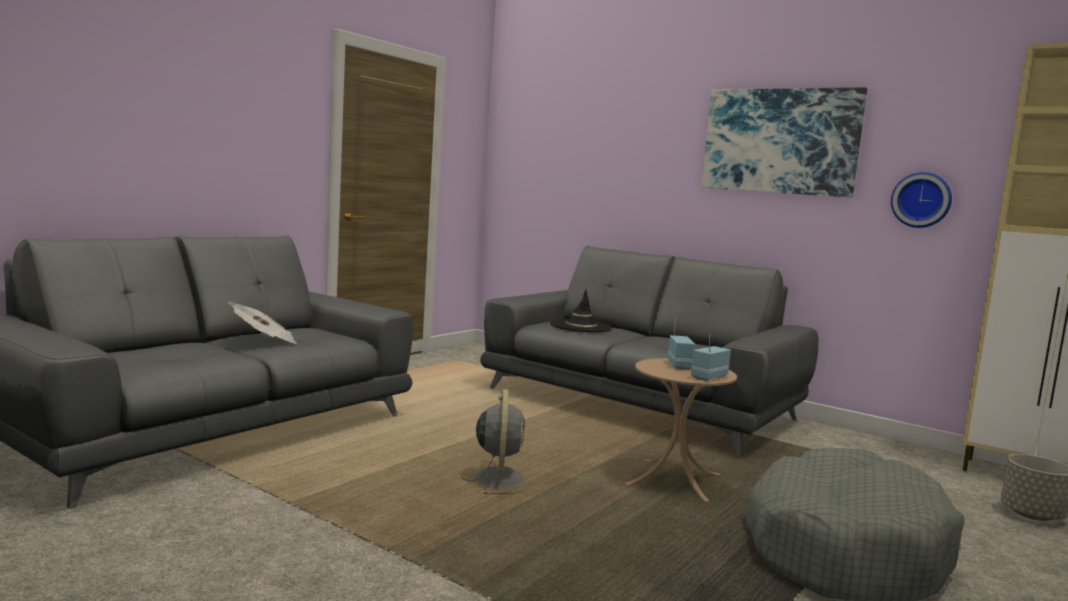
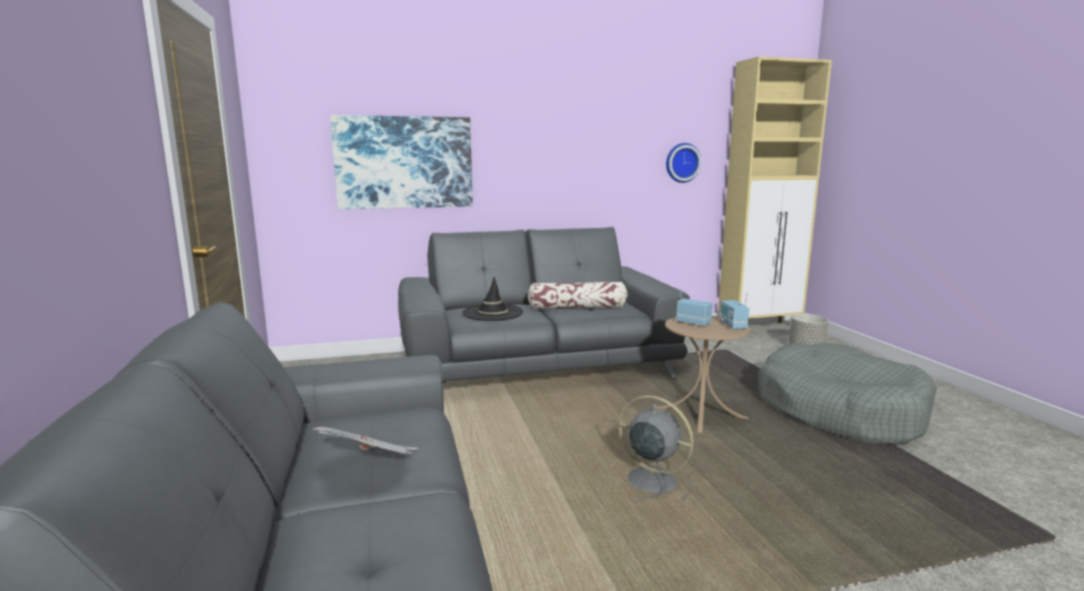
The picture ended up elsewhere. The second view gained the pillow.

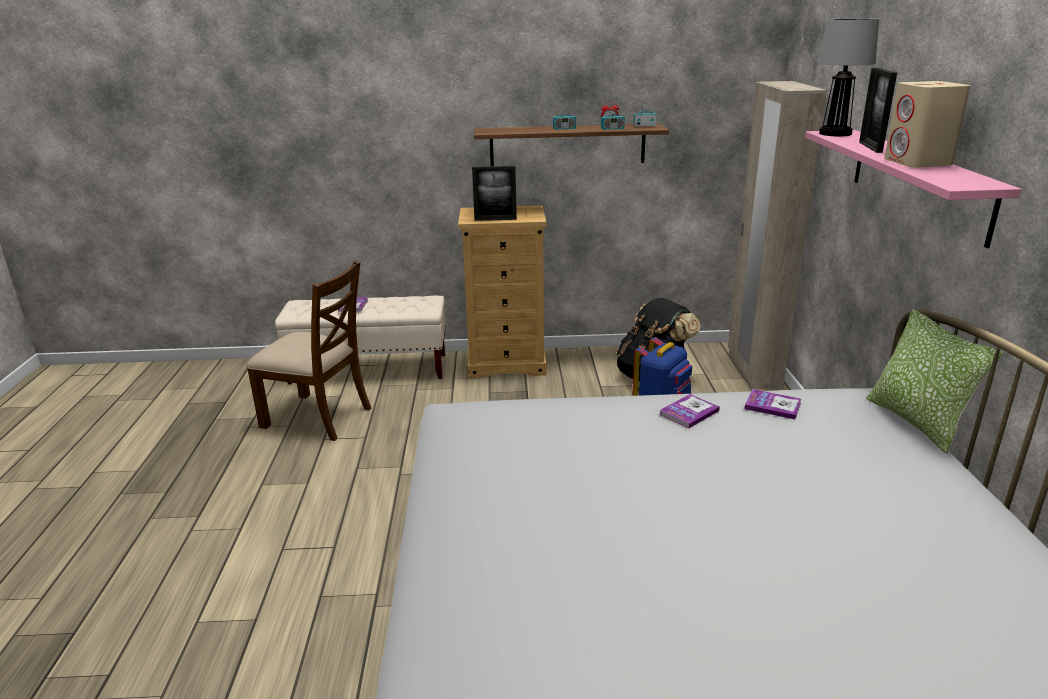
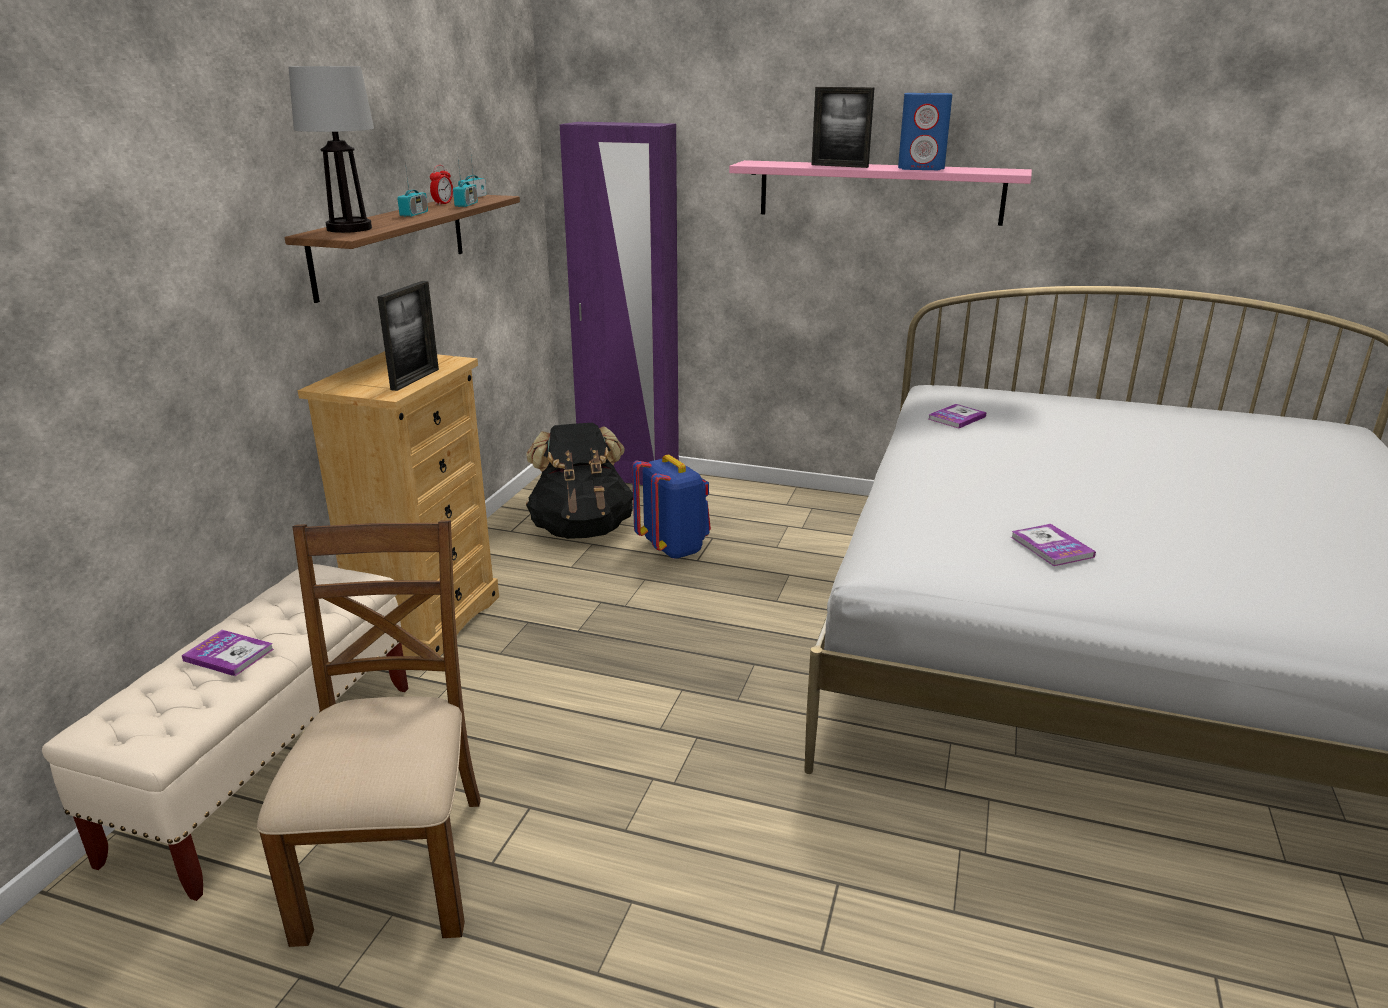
The table_lamp ended up elsewhere. What was the beige_wardrobe turned into the purple_wardrobe. What was the beige_speaker turned into the blue_speaker. The brown_chair ended up facing another way, 45 degrees counterclockwise from before. The second view lost the pillow. The book (2nd from left in the first image) ended up elsewhere.

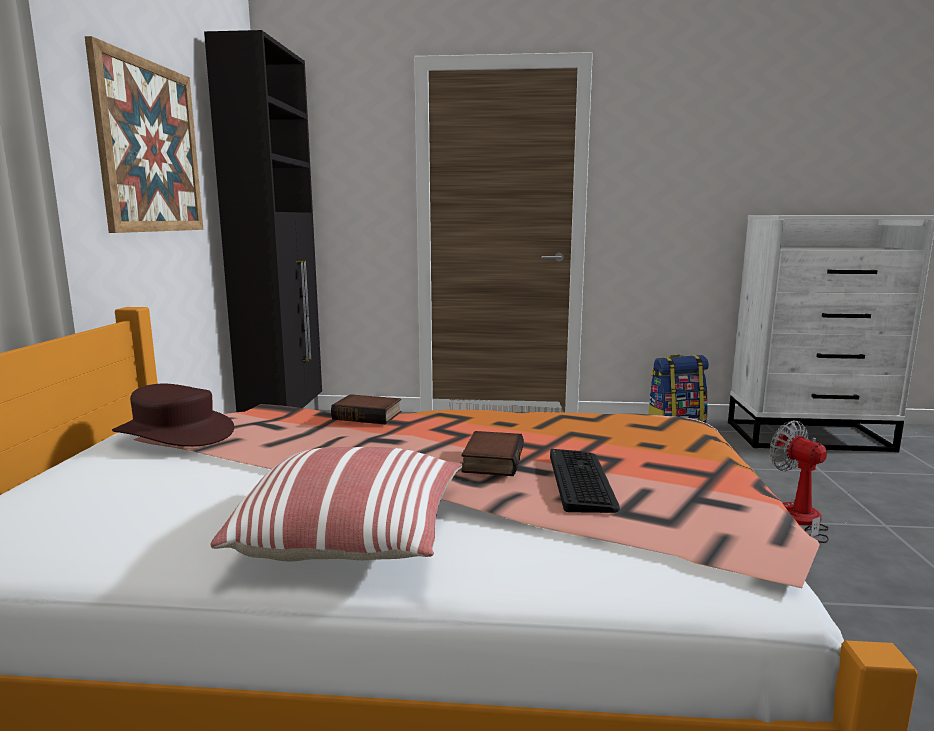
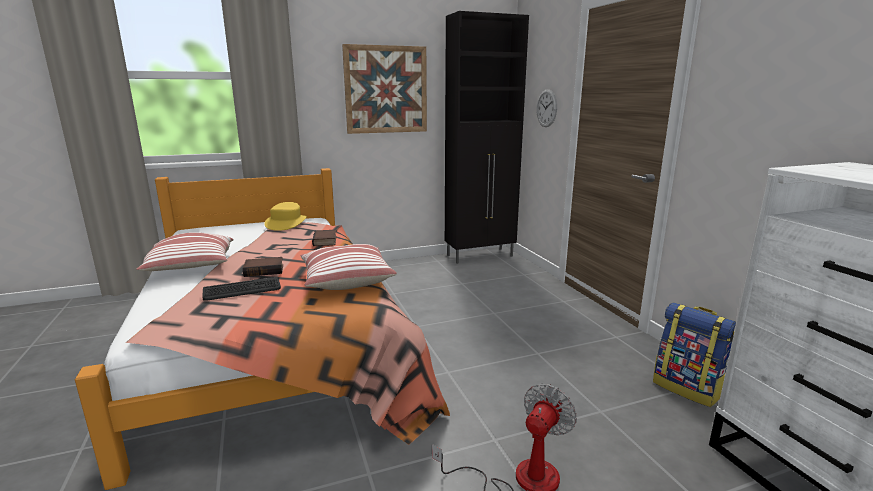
What was the brown_hat turned into the yellow_hat. The second view gained the wall_clock. The second view gained the pillow (2nd from left).

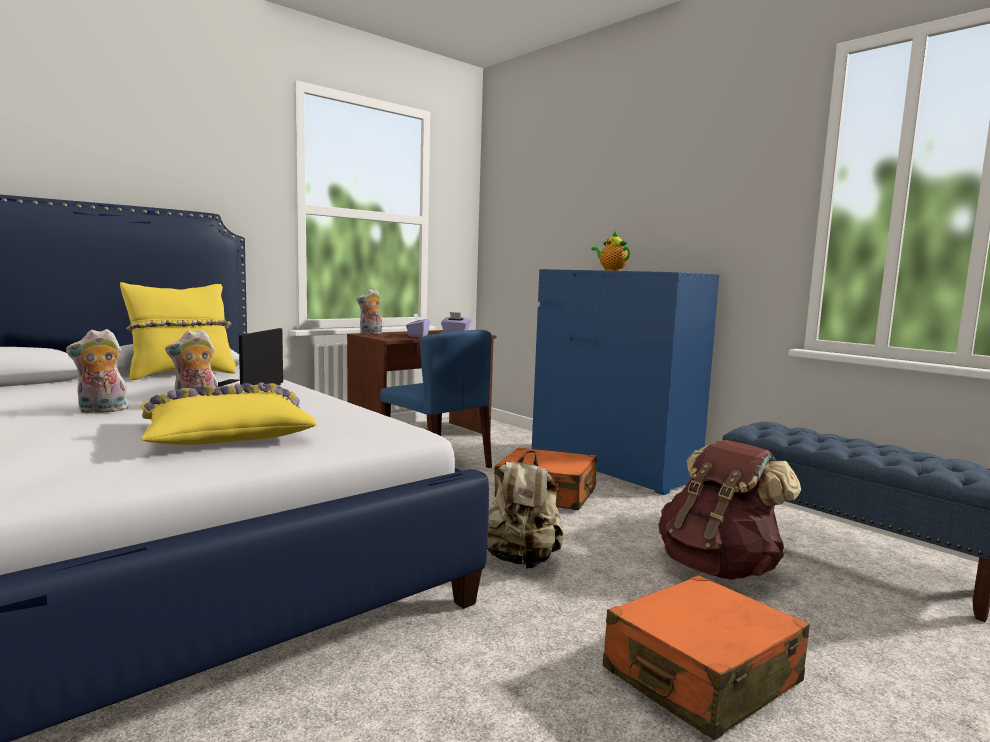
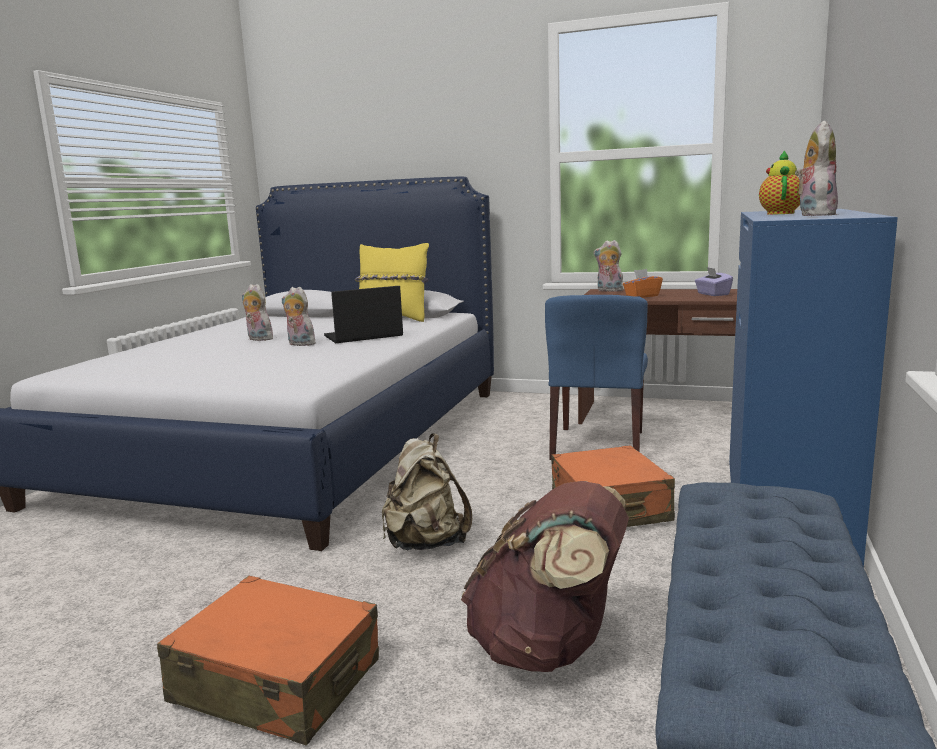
What was the purple_tissue_box (1st from left) turned into the orange_tissue_box. The second view lost the yellow_pillow (2nd from left). The second view gained the plush_toy (4th from left).

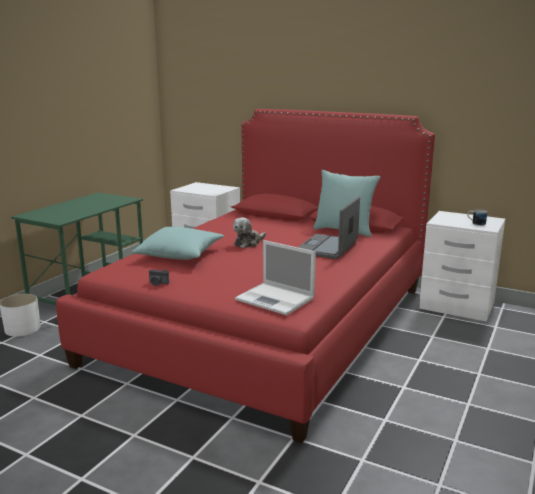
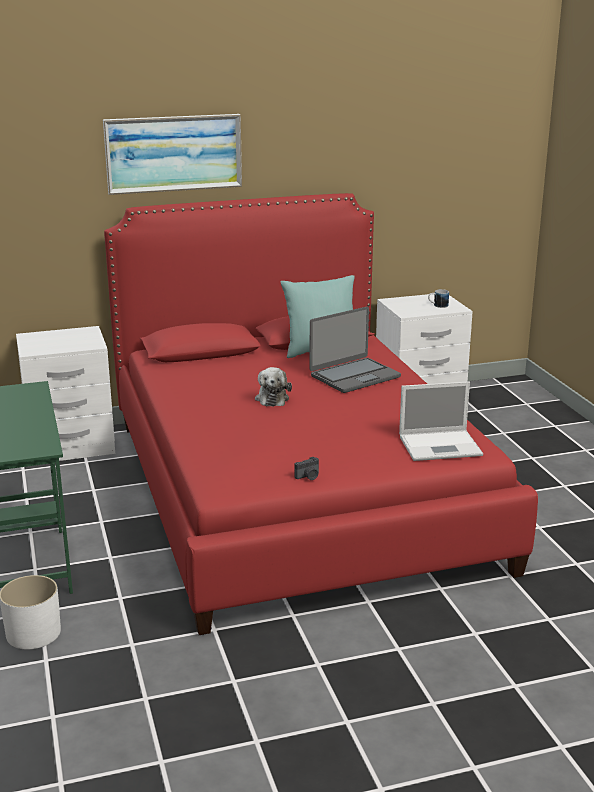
The laptop (2nd from left in the first image) ended up facing another way, 105 degrees counterclockwise from before. The second view lost the turquoise_pillow (1st from left). The second view gained the picture.

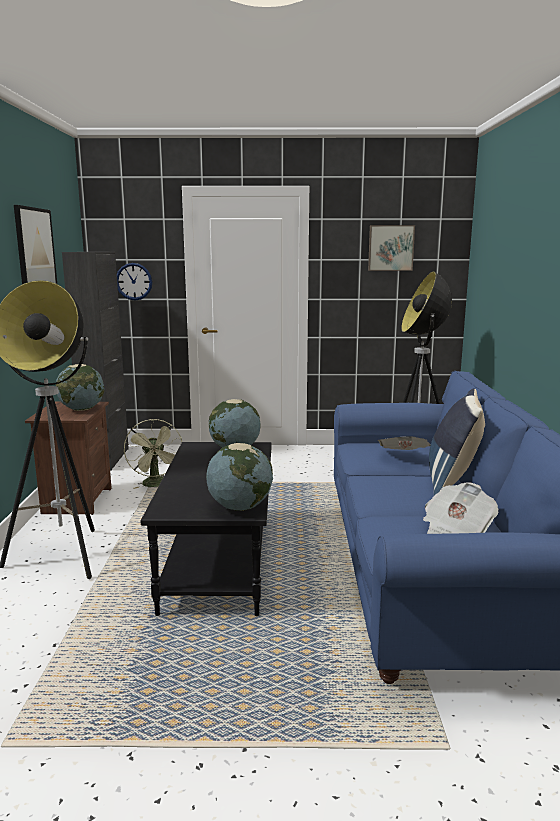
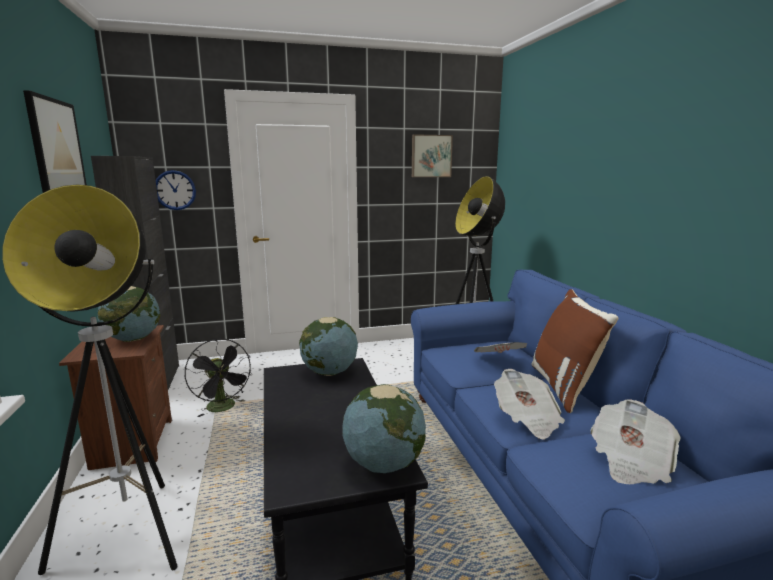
What was the blue_pillow turned into the brown_pillow. What was the green_fan turned into the black_fan. The second view gained the newspaper (2nd from left).

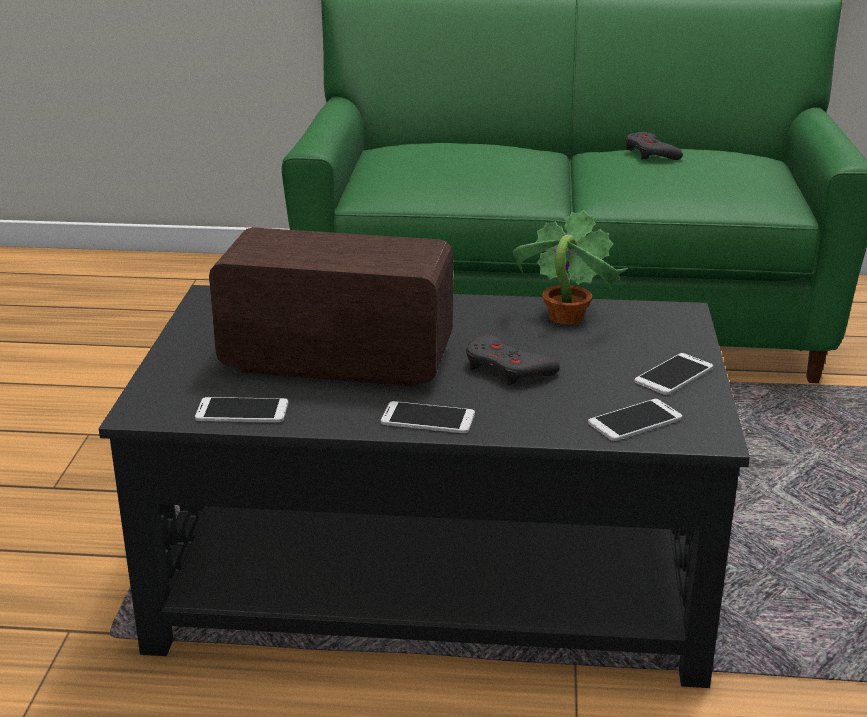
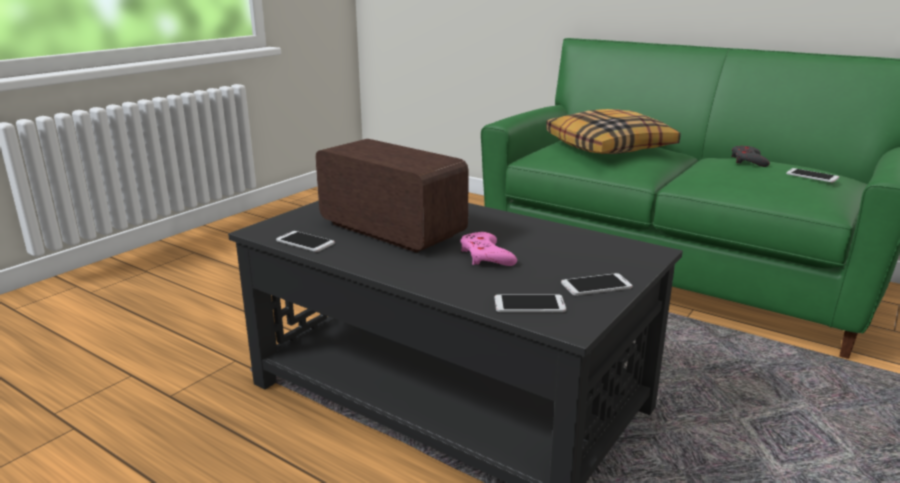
The second view lost the potted_plant. What was the grey_game_controller (1st from left) turned into the pink_game_controller. The phone (2nd from left in the first image) ended up elsewhere. The second view gained the pillow.

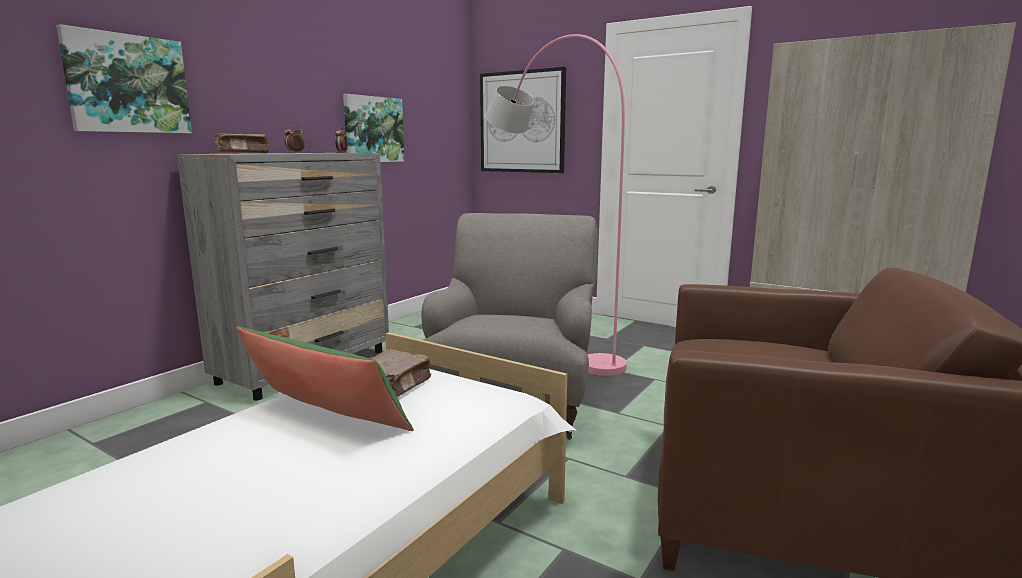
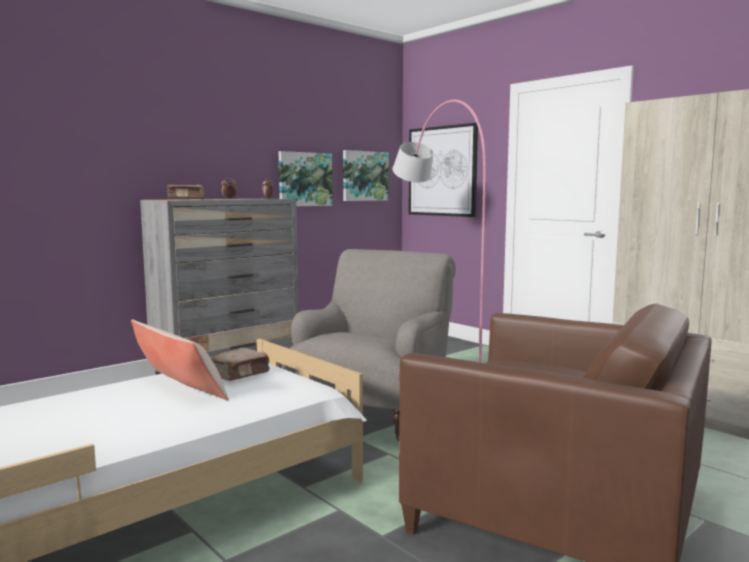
The picture (1st from left in the first image) ended up elsewhere. What was the green_pillow turned into the beige_pillow.

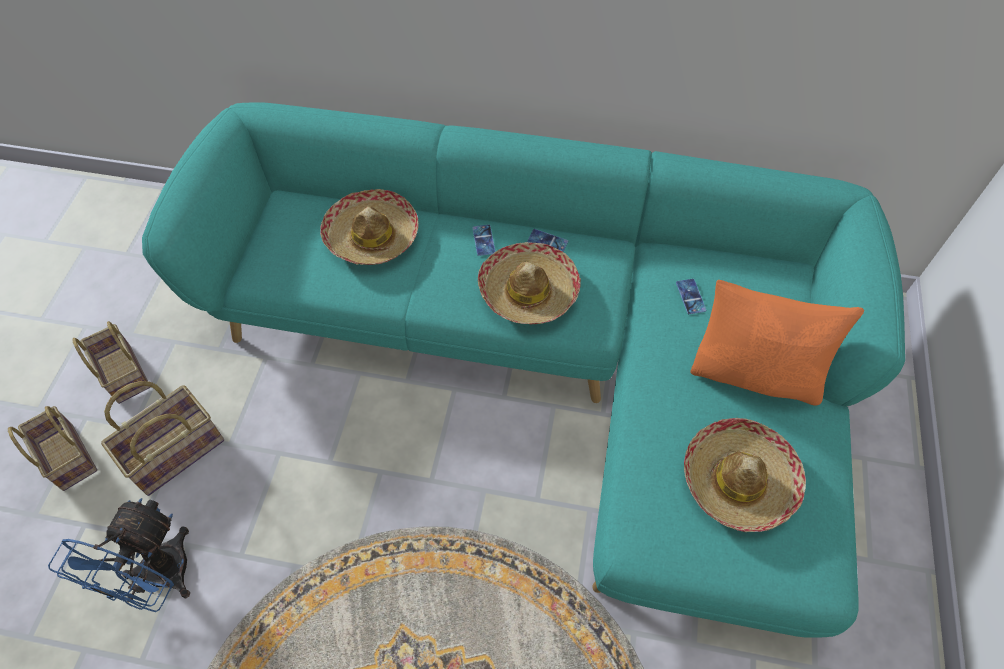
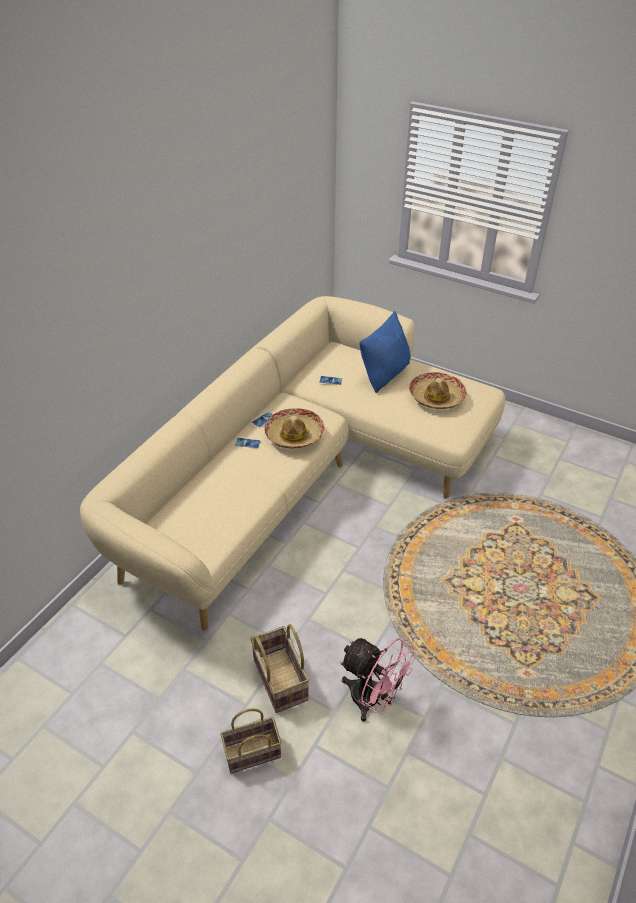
What was the turquoise_sofa turned into the beige_sofa. The second view lost the hat (1st from left). What was the orange_pillow turned into the blue_pillow. The second view lost the basket (2nd from left). What was the blue_fan turned into the pink_fan.

